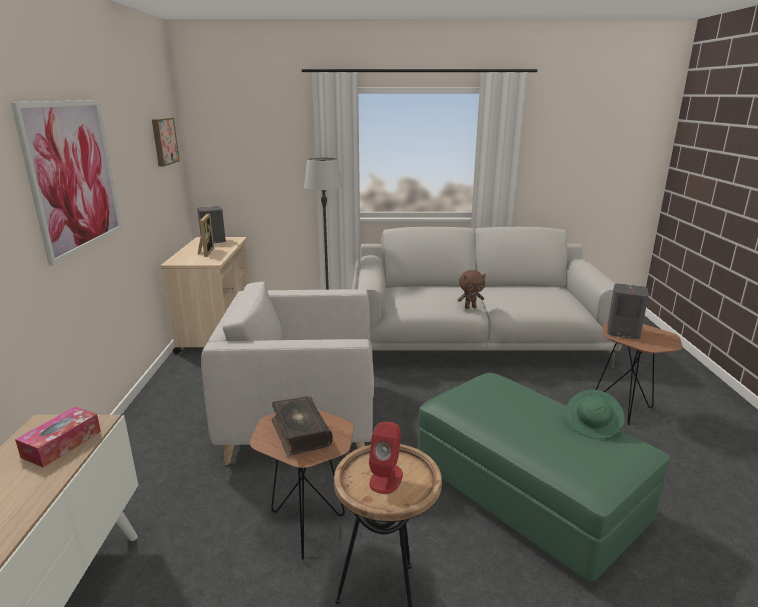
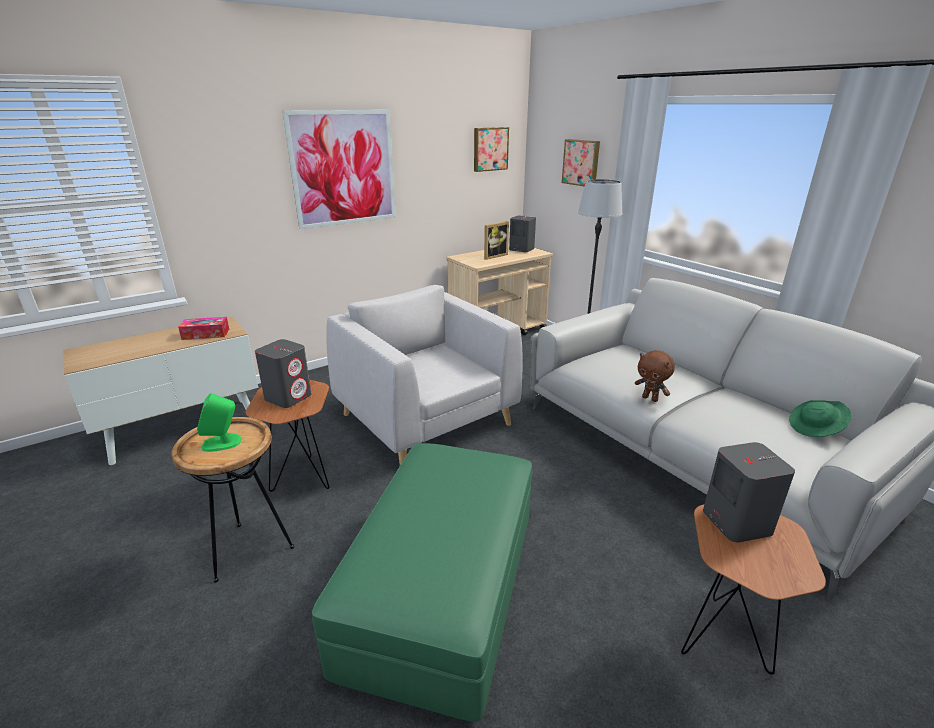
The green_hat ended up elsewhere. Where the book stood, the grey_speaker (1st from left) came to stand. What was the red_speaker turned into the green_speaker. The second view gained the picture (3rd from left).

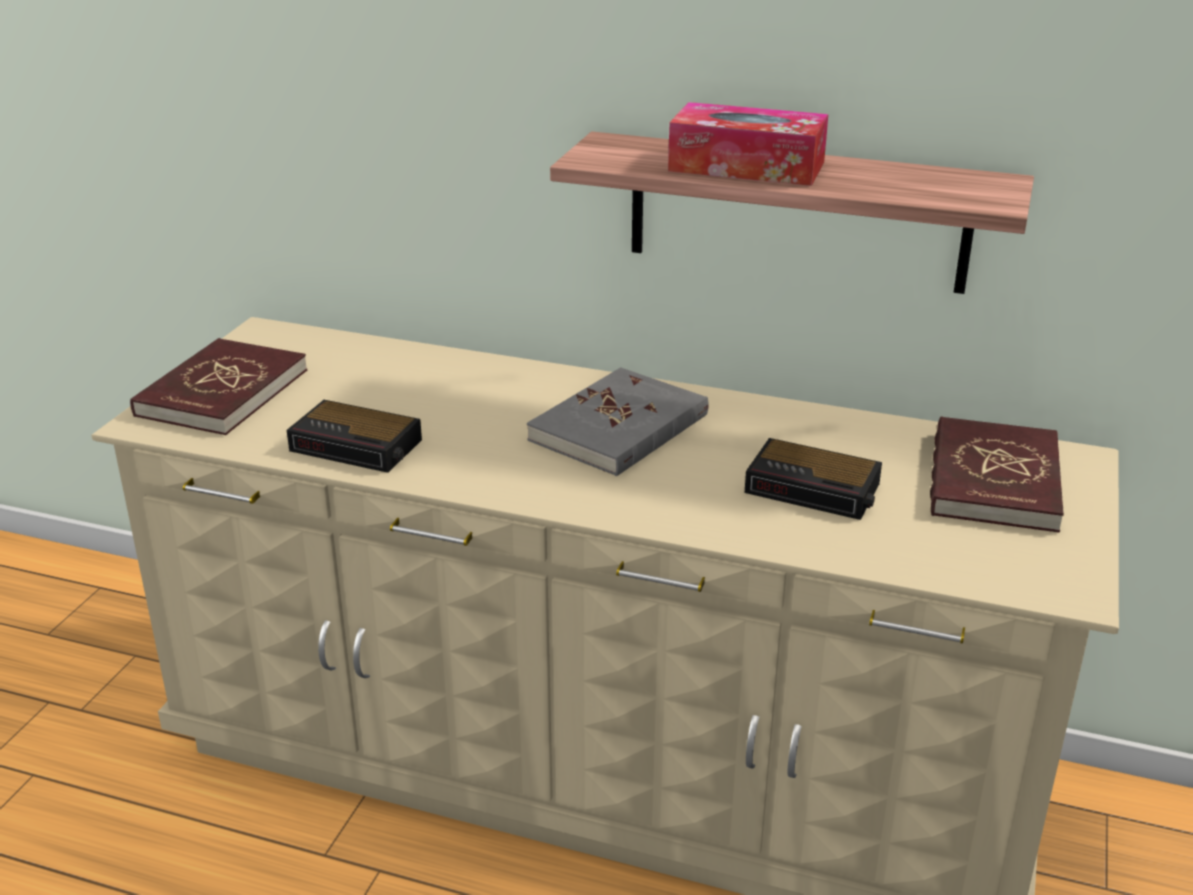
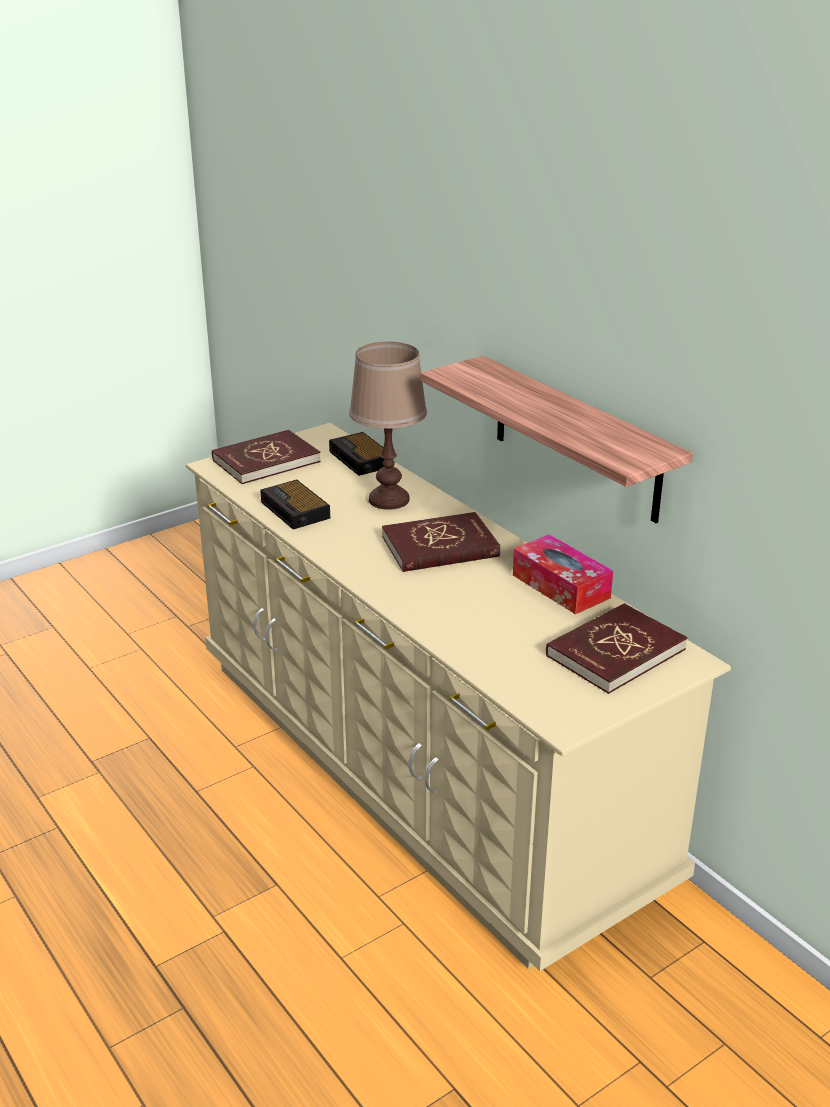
The tissue_box ended up elsewhere. What was the grey_book turned into the red_book (2nd from left). The alarm_clock (2nd from left) ended up elsewhere. The second view gained the brown_table_lamp.

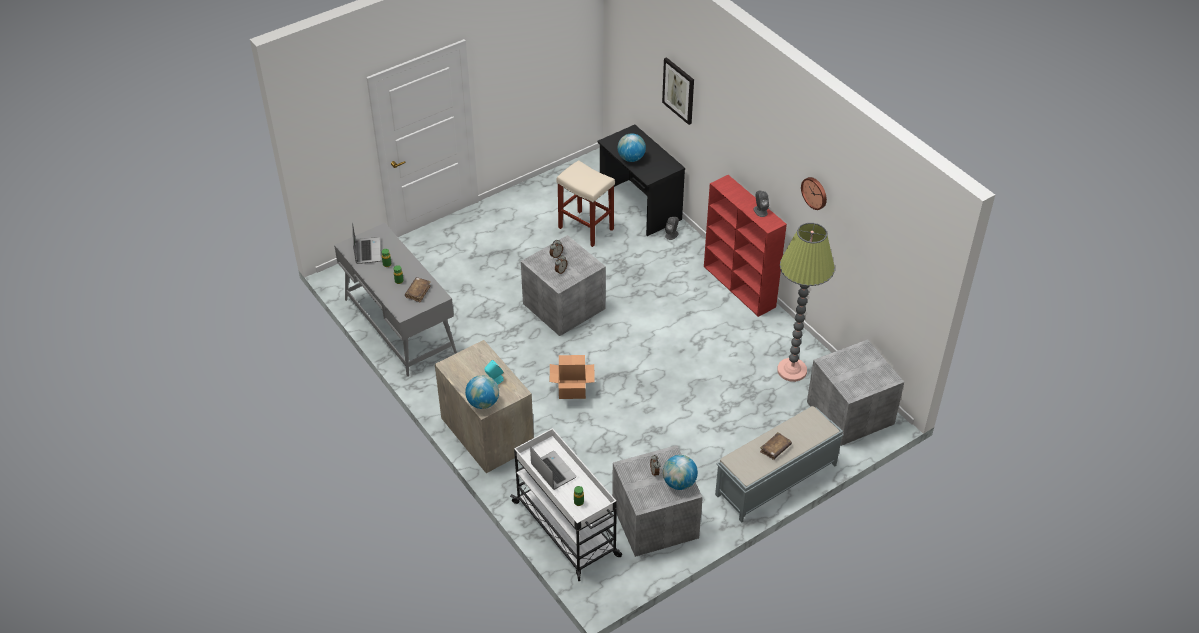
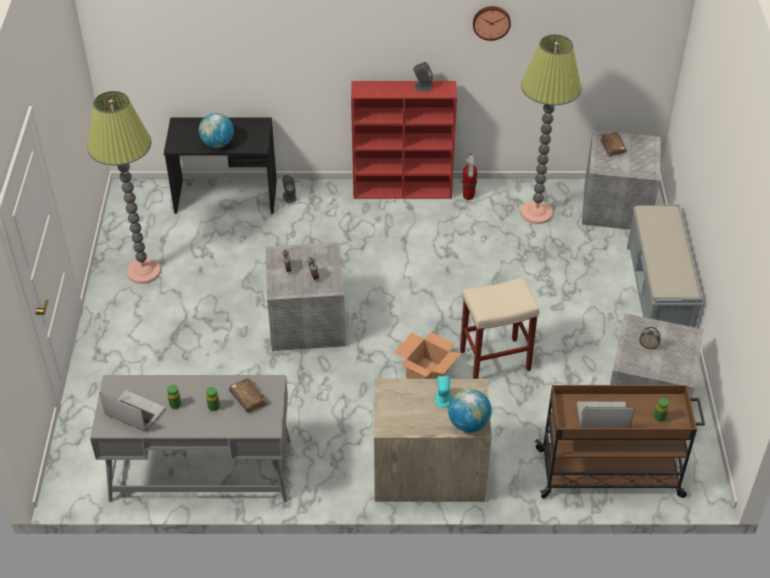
The second view lost the picture. The beige_stool ended up elsewhere. What was the white_cart turned into the brown_cart. The brown_book (2nd from left) ended up elsewhere. The second view lost the globe (3rd from left). The second view gained the floor_lamp (1st from left). The second view gained the fire_extinguisher.

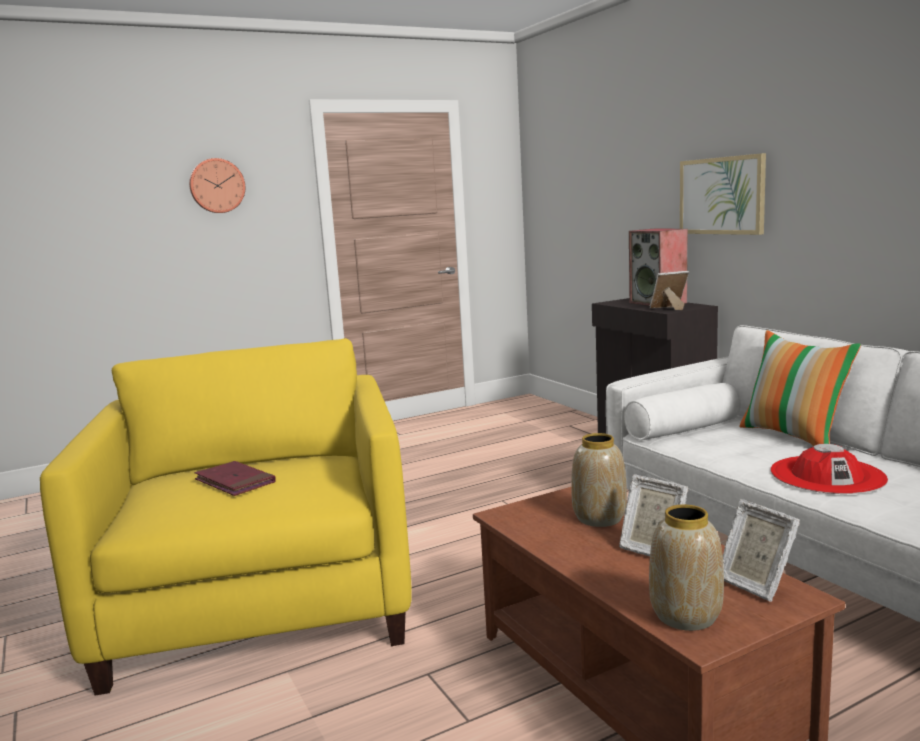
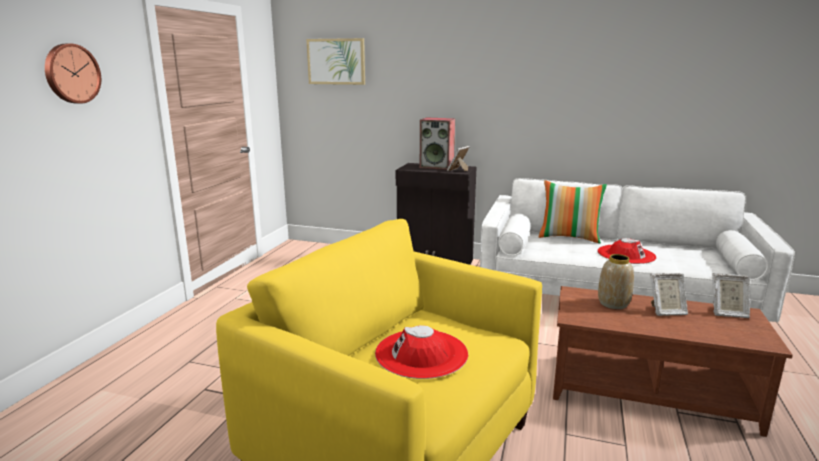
The picture ended up elsewhere. Where the red_book stood, the red_hat (1st from left) came to stand. The second view lost the vase (2nd from left).

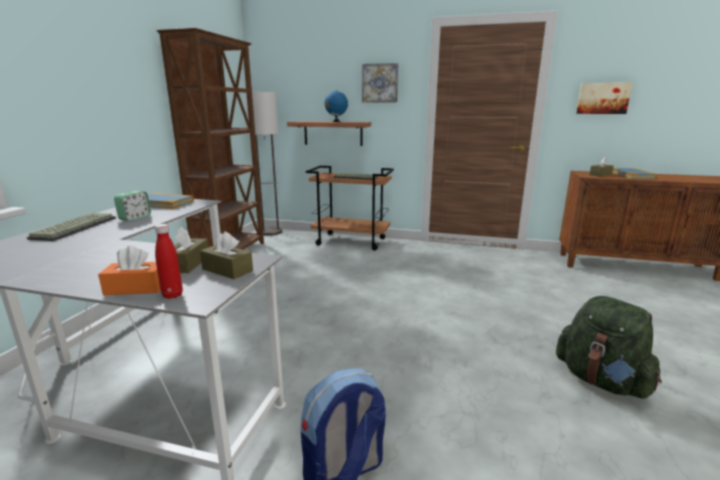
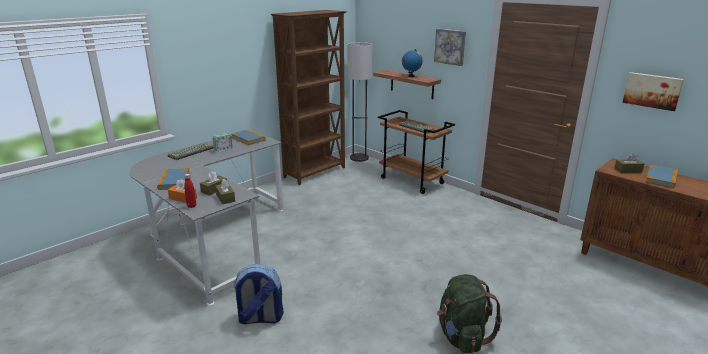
The second view gained the book (1st from left).

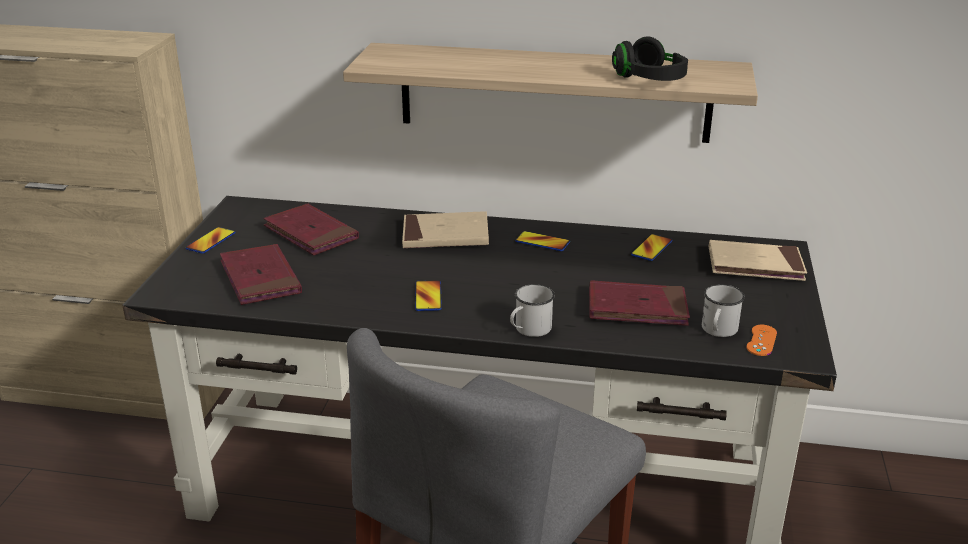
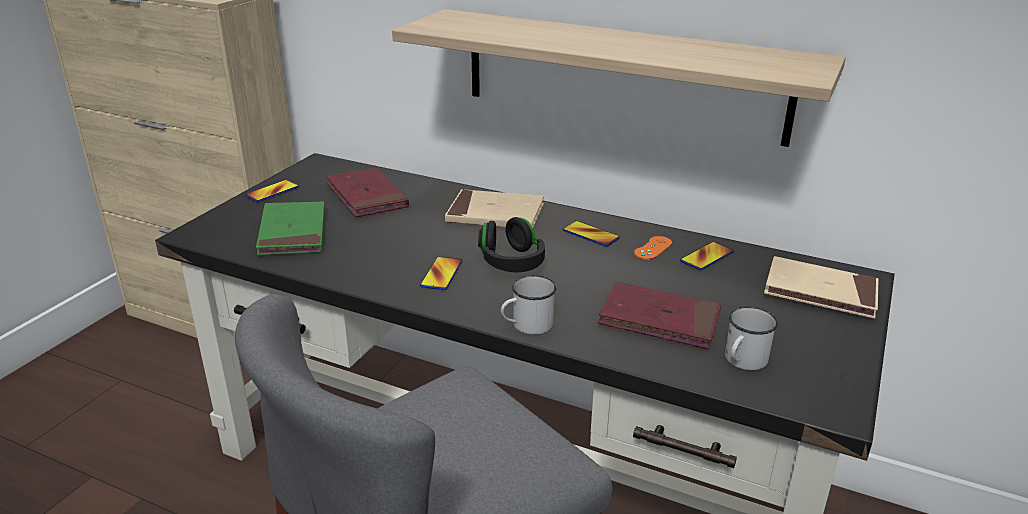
The black_headphones ended up elsewhere. What was the red_book (1st from left) turned into the green_book. The orange_game_controller ended up elsewhere.

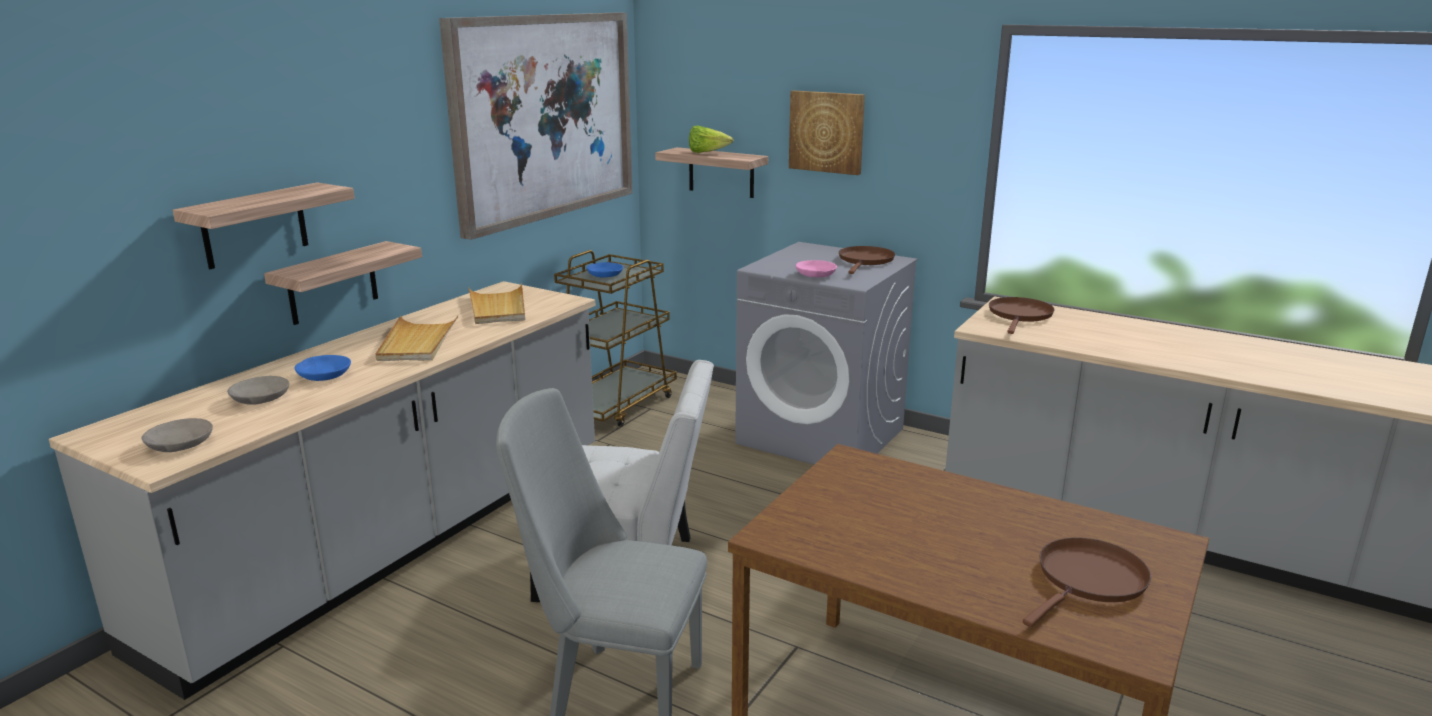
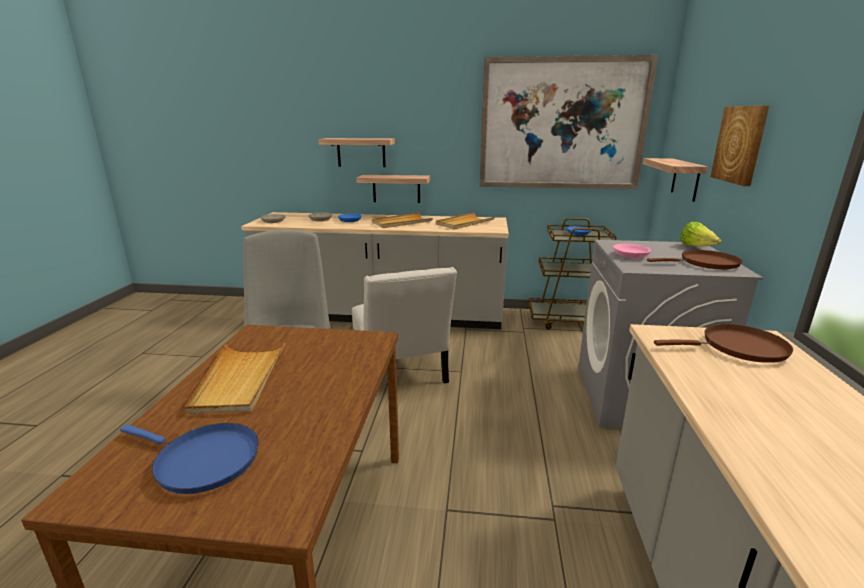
The lettuce ended up elsewhere. What was the brown_frying_pan (3rd from left) turned into the blue_frying_pan. The second view gained the beige_tray (1st from left).

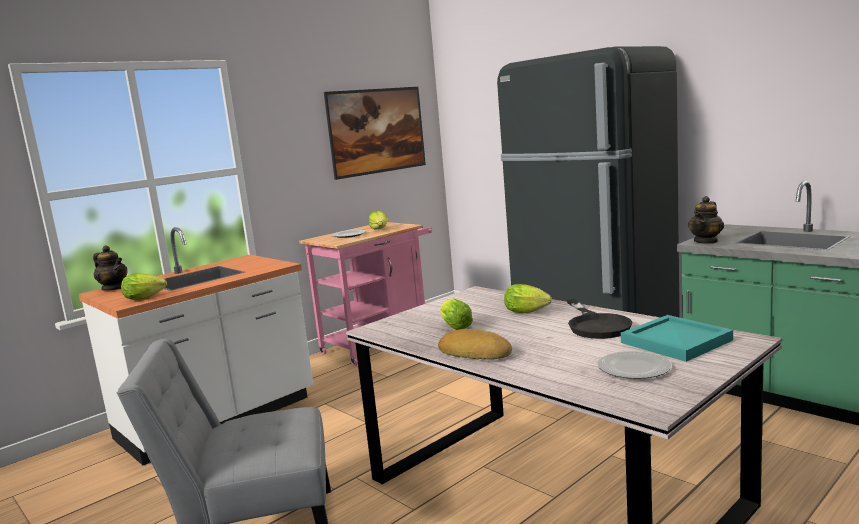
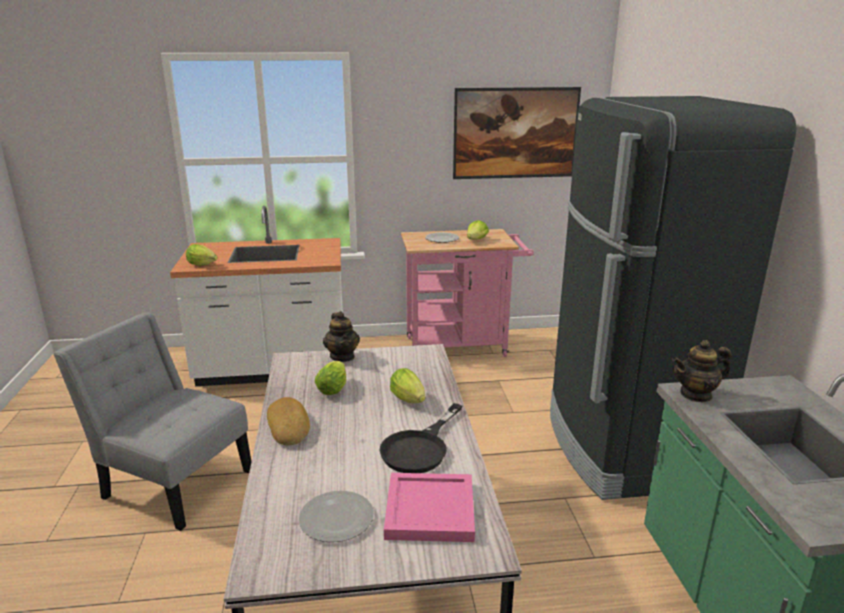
The teapot (1st from left) ended up elsewhere. What was the turquoise_tray turned into the pink_tray.

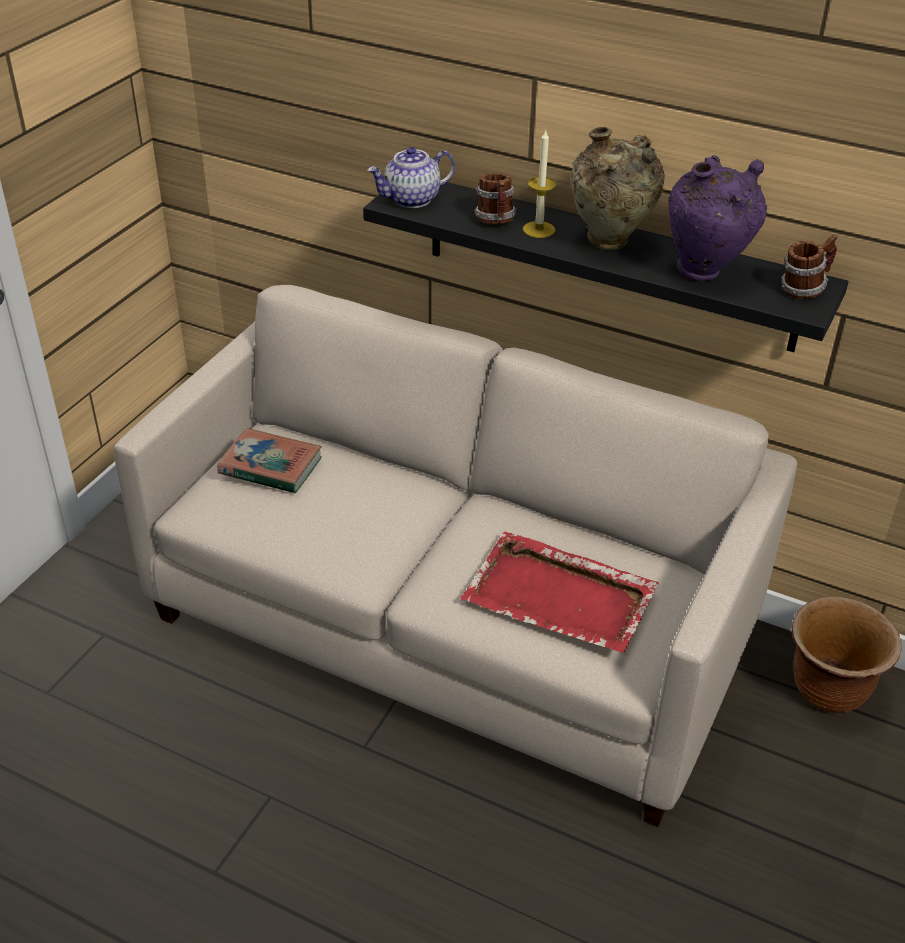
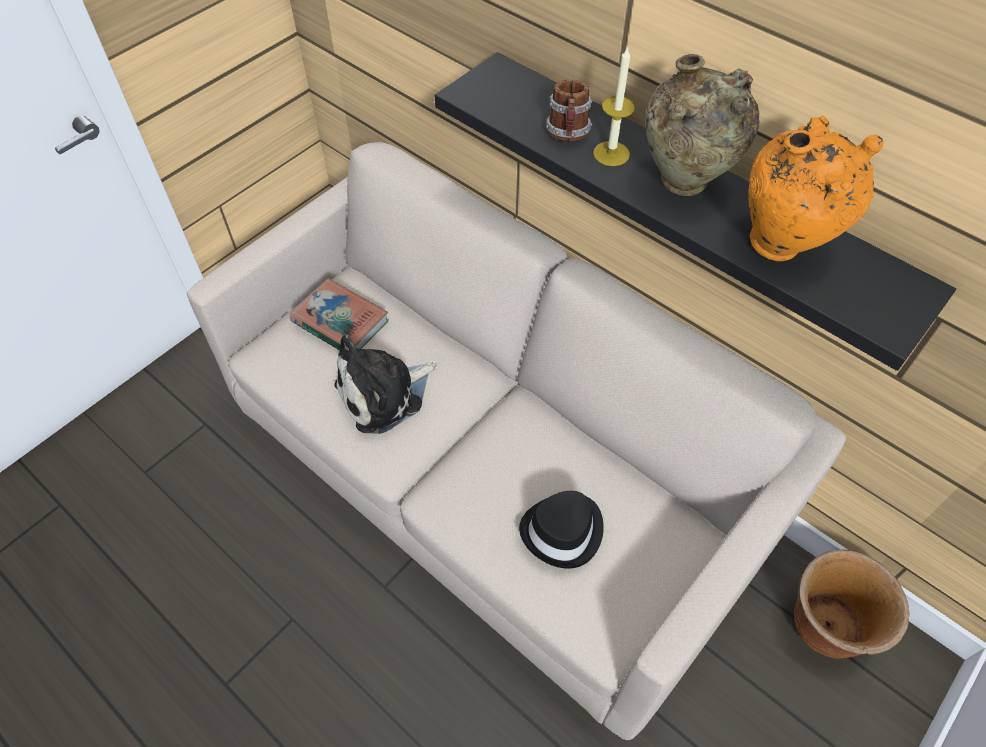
The second view lost the teapot. What was the purple_vase turned into the orange_vase. The second view lost the mug (2nd from left). Where the red_tray stood, the black_hat came to stand. The second view gained the plush_toy.

